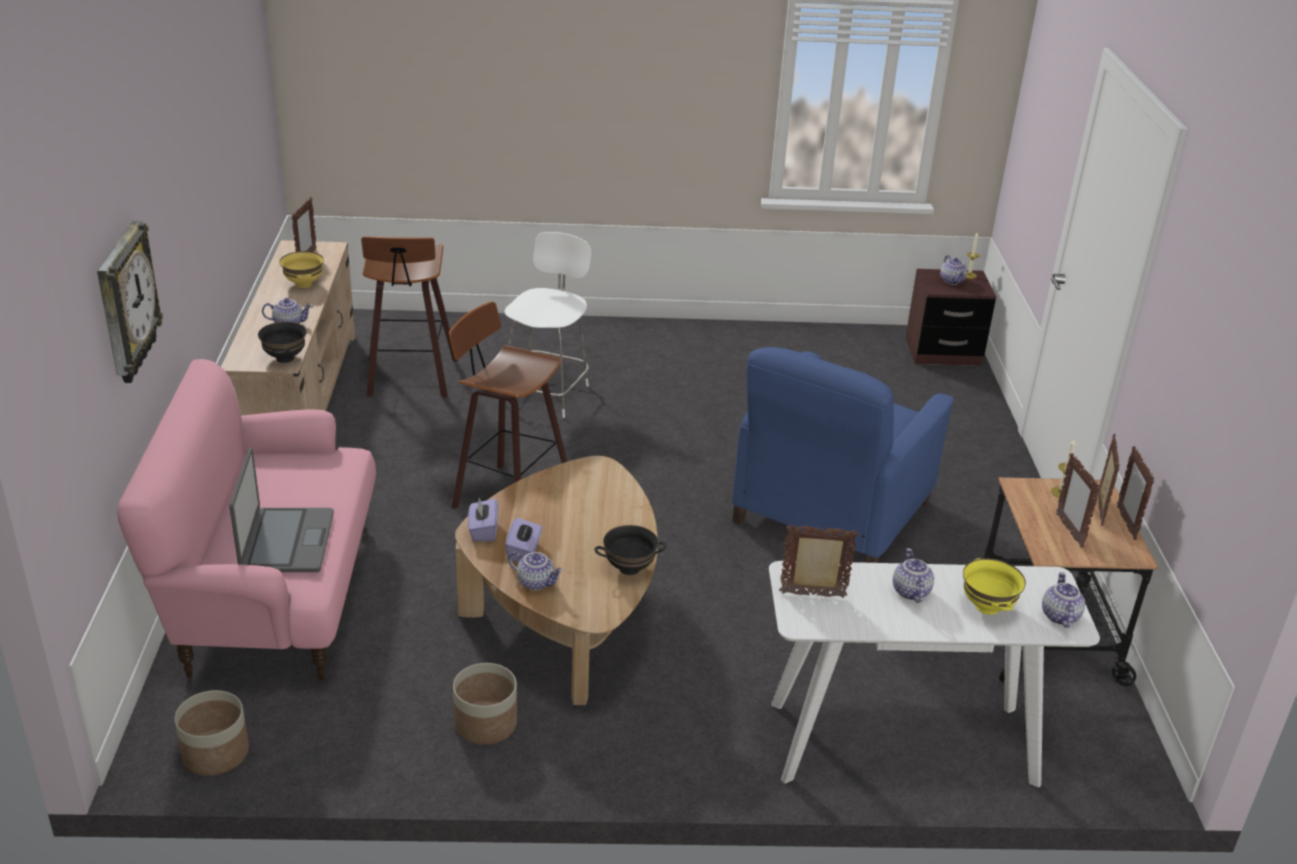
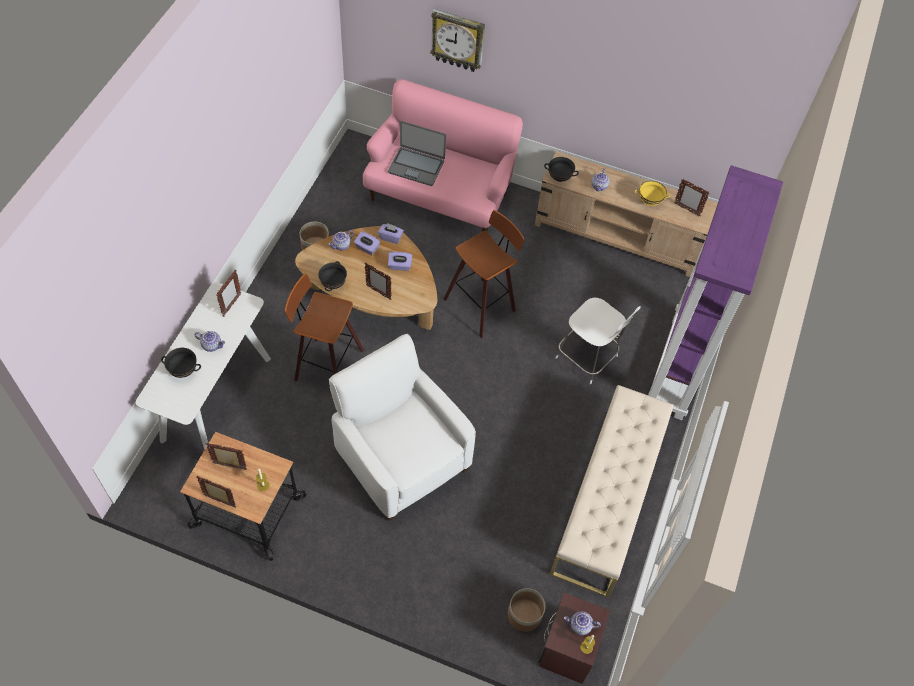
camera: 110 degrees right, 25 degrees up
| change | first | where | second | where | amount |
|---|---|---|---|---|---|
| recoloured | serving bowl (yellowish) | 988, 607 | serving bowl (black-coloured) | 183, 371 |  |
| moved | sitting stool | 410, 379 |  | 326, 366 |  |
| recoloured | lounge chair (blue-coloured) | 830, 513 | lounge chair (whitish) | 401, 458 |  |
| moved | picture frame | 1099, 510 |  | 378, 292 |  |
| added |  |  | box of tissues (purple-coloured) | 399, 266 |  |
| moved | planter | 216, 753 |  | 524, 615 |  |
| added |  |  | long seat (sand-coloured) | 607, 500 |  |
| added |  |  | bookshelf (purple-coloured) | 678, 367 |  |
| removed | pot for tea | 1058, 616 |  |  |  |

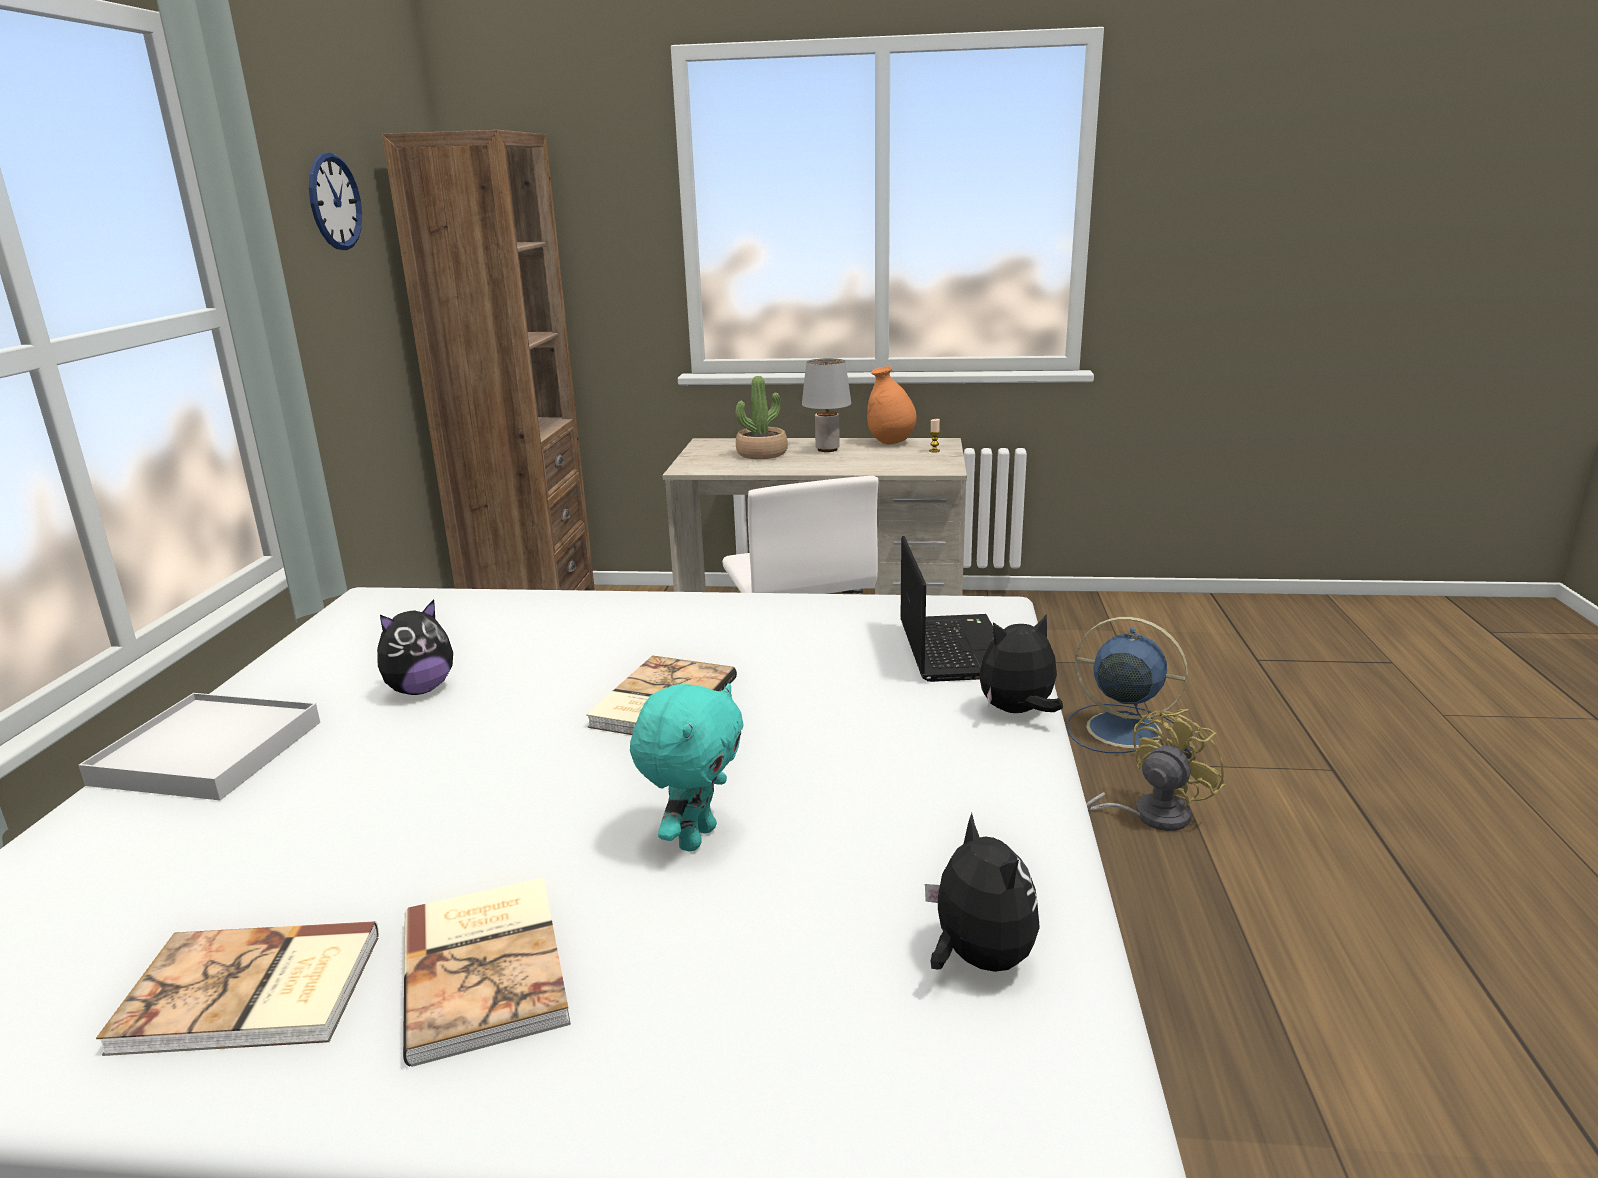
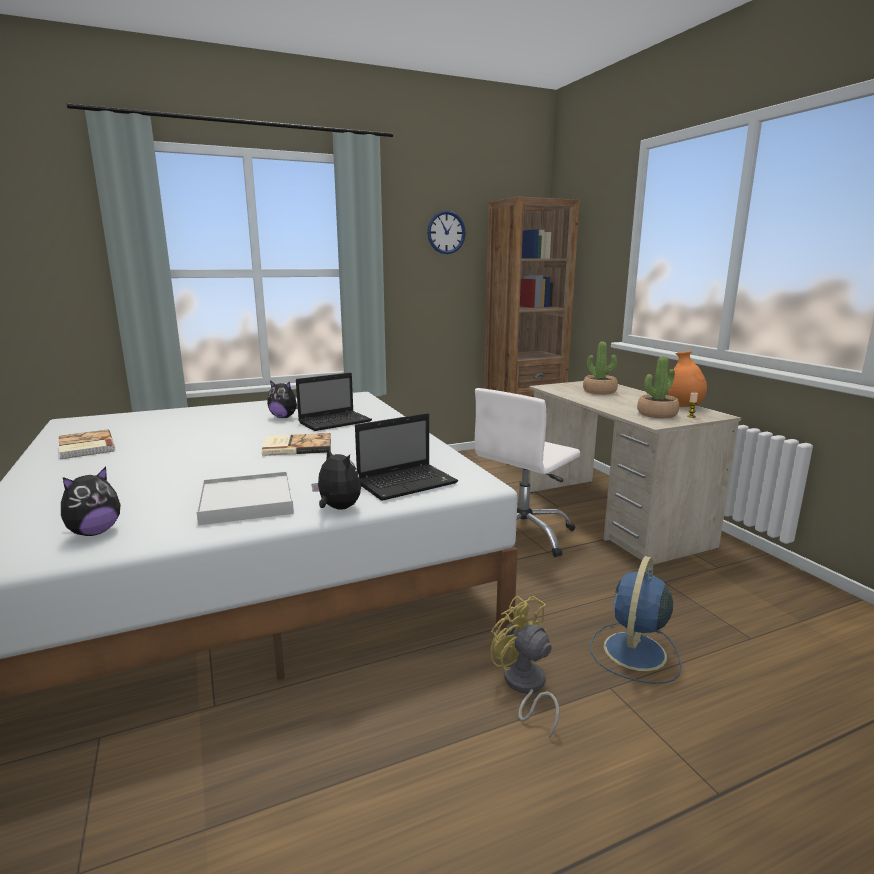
camera: 60 degrees right, 5 degrees down
| change | first | where | second | where | amount |
|---|---|---|---|---|---|
| moved | carrying tray (whitish) | 208, 752 |  | 247, 502 |  |
| added |  |  | laptop | 336, 422 |  |
| turned | fan (yellowish) | 1149, 815 |  | 524, 687 | 150 degrees counterclockwise |
| turned | fan (blue-coloured) | 1120, 729 |  | 634, 653 | 150 degrees counterclockwise |
| added |  |  | potted plant | 657, 414 |  |
| removed | volume | 488, 968 |  |  |  |
| removed | soft toy (turquoise-coloured) | 695, 837 |  |  |  |
| removed | lamp for a table (greyish) | 826, 449 |  |  |  |

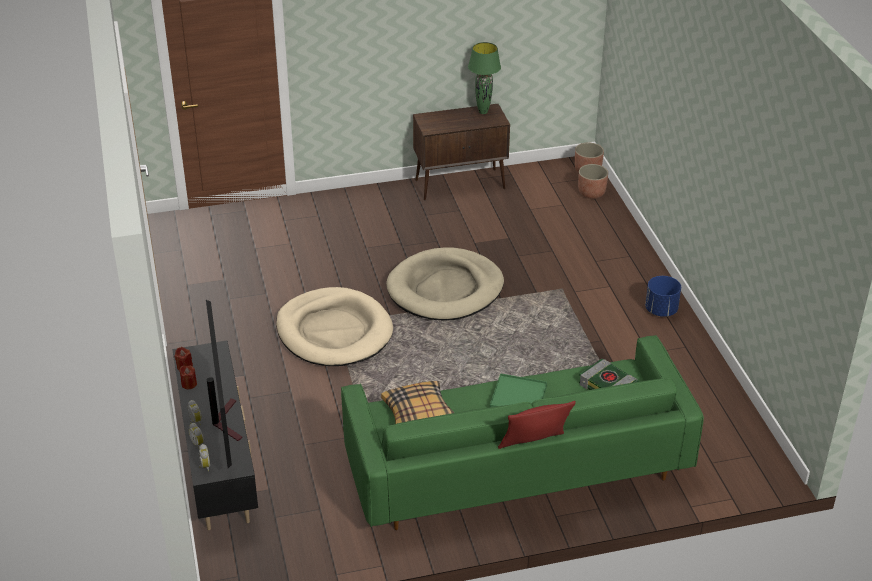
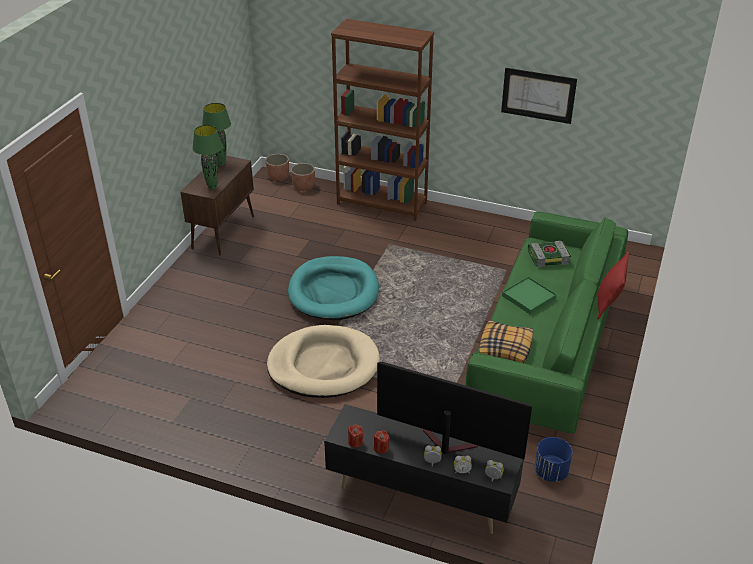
camera: 55 degrees left, 0 degrees up
| change | first | where | second | where | amount |
|---|---|---|---|---|---|
| added |  |  | lamp for a table (green) | 212, 187 |  |
| recoloured | pet bed (sand-coloured) | 445, 289 | pet bed (turquoise-coloured) | 333, 292 |  |
| added |  |  | bookshelf (brown-coloured) | 382, 203 |  |
| added |  |  | wall art | 538, 95 |  |
| moved | planter (blue-coloured) | 661, 310 |  | 551, 472 |  |

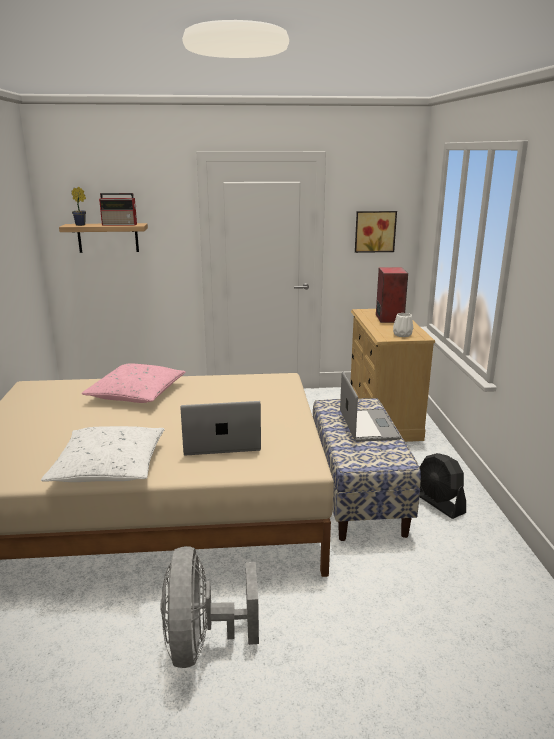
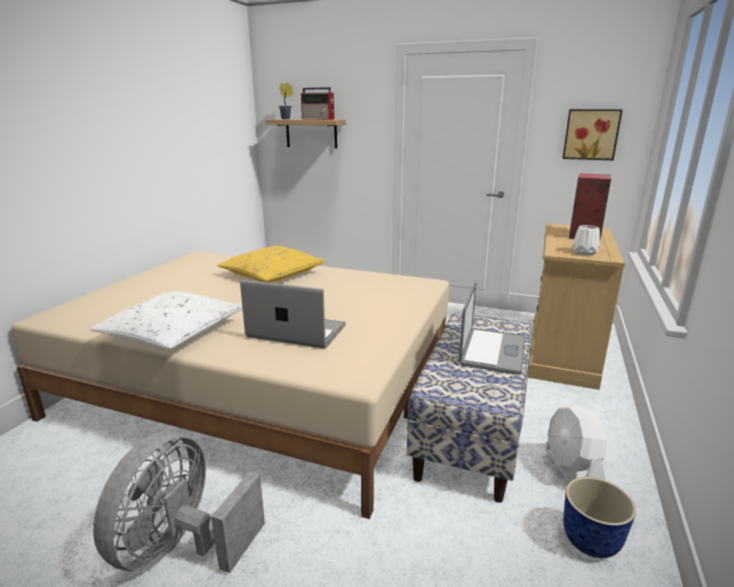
camera: 25 degrees right, 0 degrees up
| change | first | where | second | where | amount |
|---|---|---|---|---|---|
| recoloured | cushion (pinkish) | 136, 393 | cushion (yellowish) | 272, 274 |  |
| recoloured | fan (black-coloured) | 439, 503 | fan (whitish) | 572, 471 |  |
| added |  |  | planter | 591, 541 |  |

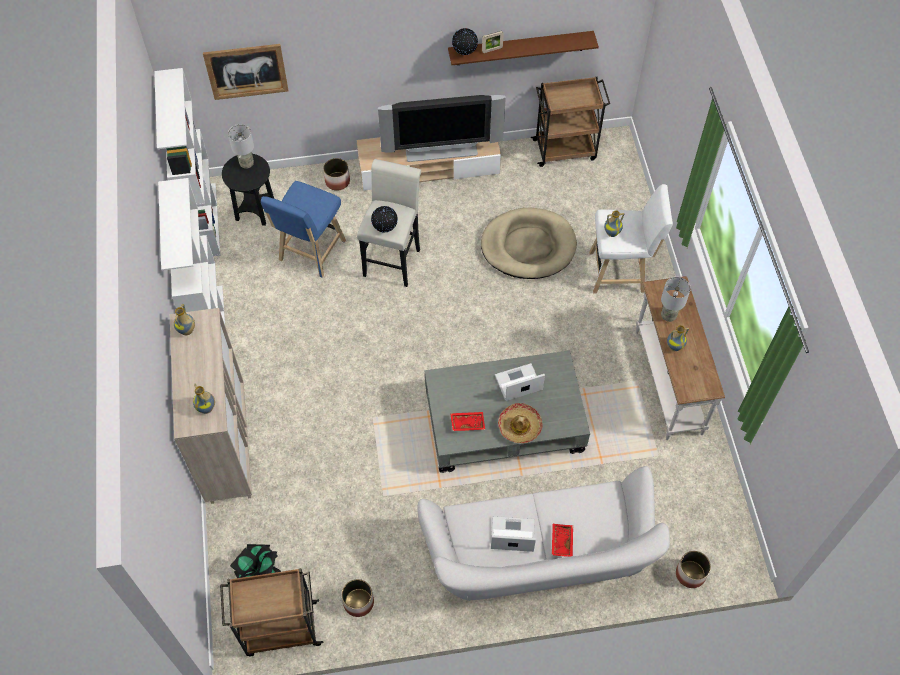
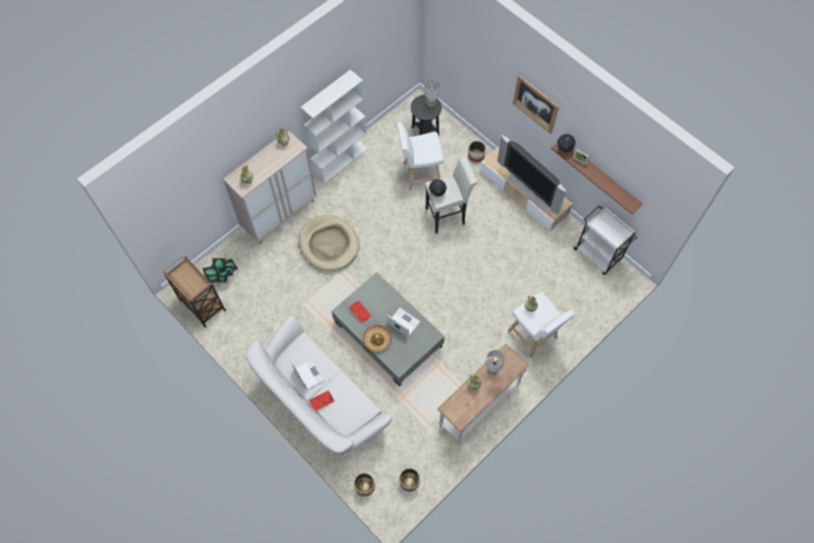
camera: 55 degrees right, 5 degrees up
| change | first | where | second | where | amount |
|---|---|---|---|---|---|
| moved | pet bed (sand-coloured) | 528, 246 |  | 329, 244 |  |
| recoloured | sitting stool (blue-coloured) | 310, 253 | sitting stool (whitish) | 419, 174 |  |
| moved | planter | 358, 602 |  | 409, 481 |  |
| moved | wall art | 246, 71 |  | 535, 104 |  |
| recoloured | trolley (brown-coloured) | 565, 149 | trolley (whitish) | 598, 255 |  |
| removed | bookshelf (whitish) | 204, 220 |  |  |  |

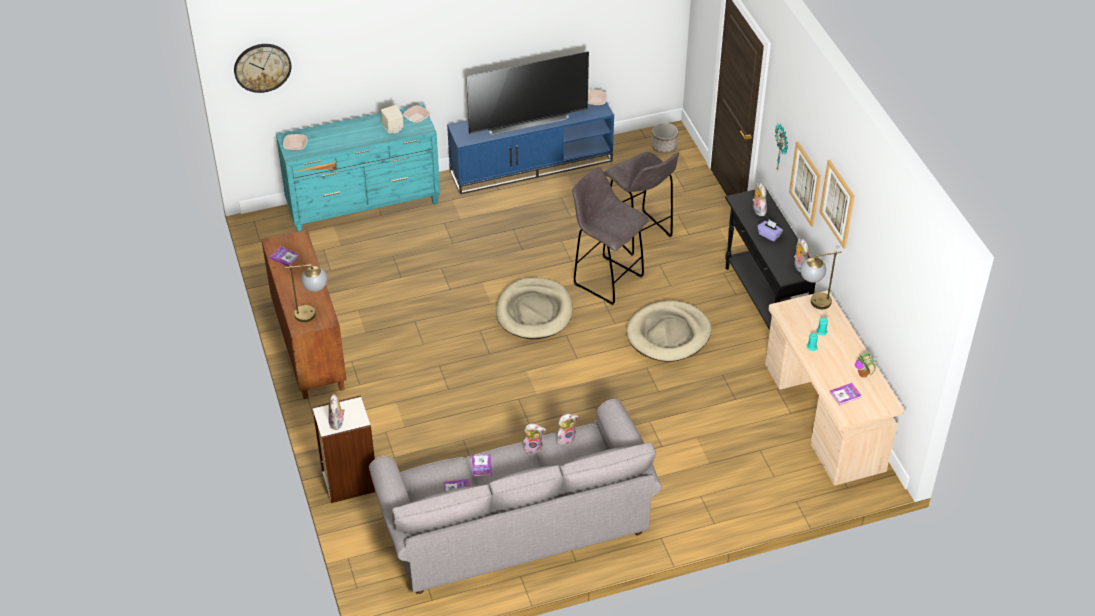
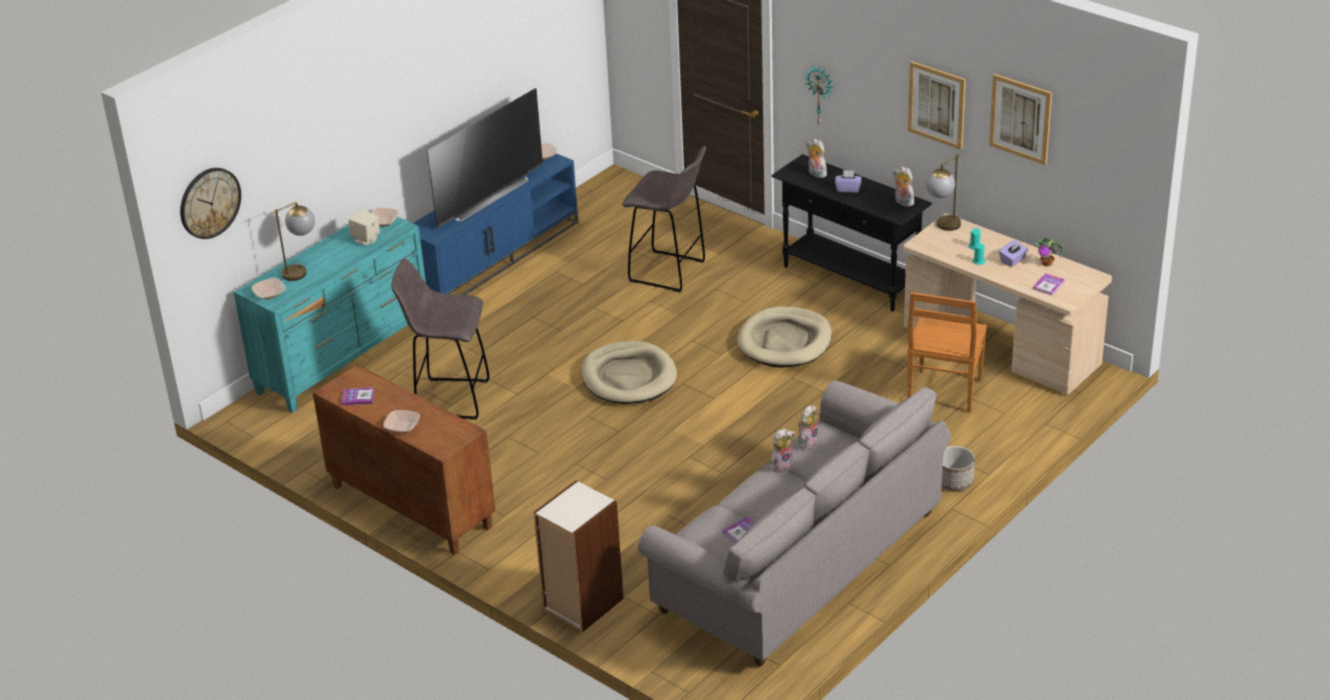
camera: 30 degrees left, 10 degrees down
| change | first | where | second | where | amount |
|---|---|---|---|---|---|
| moved | lamp for a table | 313, 313 |  | 302, 270 |  |
| added |  |  | serving bowl | 402, 426 |  |
| moved | sitting stool (greyish) | 606, 279 |  | 450, 399 |  |
| added |  |  | plain chair (brown-coloured) | 944, 393 |  |
| moved | planter | 664, 147 |  | 954, 481 |  |
| moved | wall art | 805, 183 |  | 1020, 119 |  |
| added |  |  | box of tissues (purple-coloured) | 1013, 260 |  |
| removed | soft toy | 337, 423 |  |  |  |
| removed | volume | 481, 466 |  |  |  |

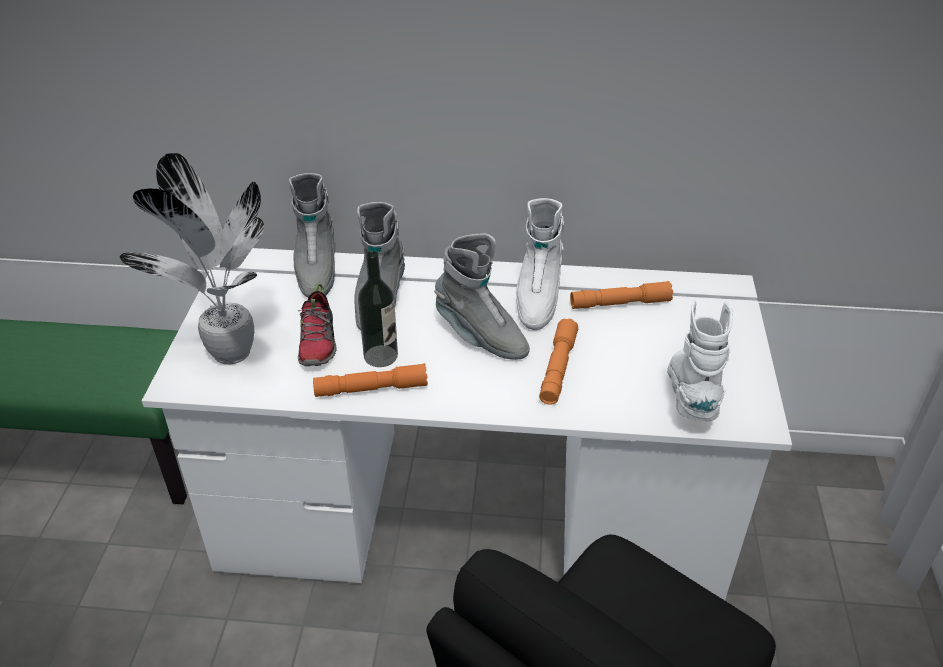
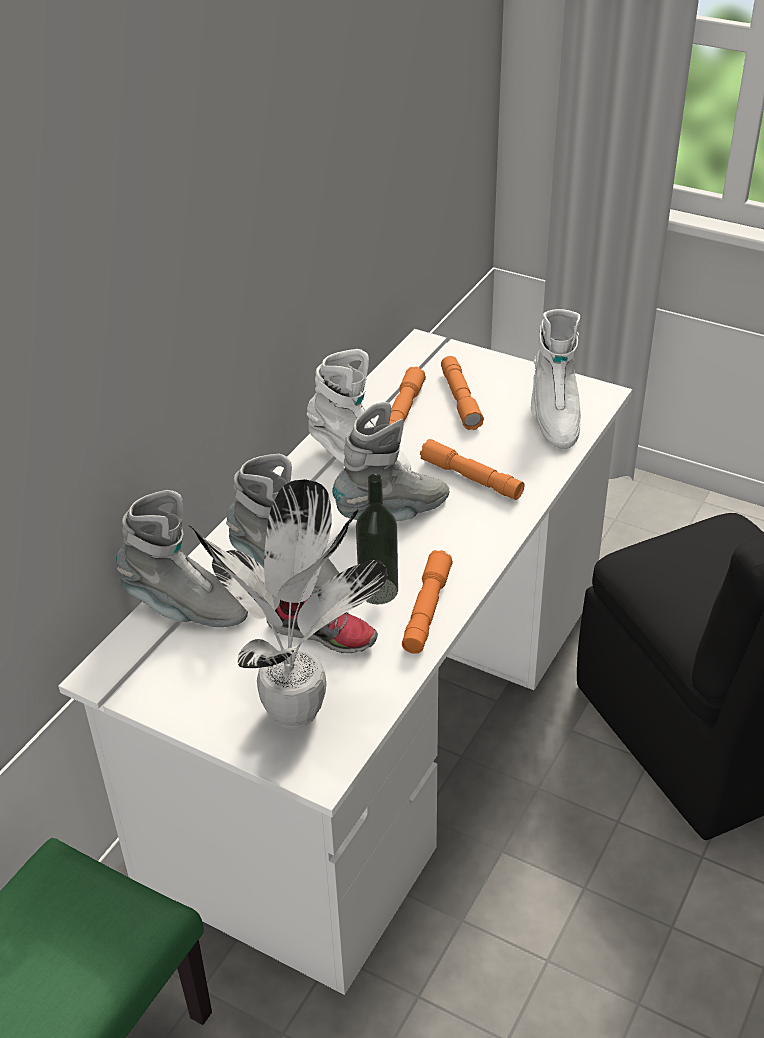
camera: 65 degrees left, 0 degrees up
| change | first | where | second | where | amount |
|---|---|---|---|---|---|
| added |  |  | torch (orange-coloured) | 460, 400 |  |
| turned | high-top boot (whitish) | 691, 398 |  | 553, 417 | 120 degrees counterclockwise |

